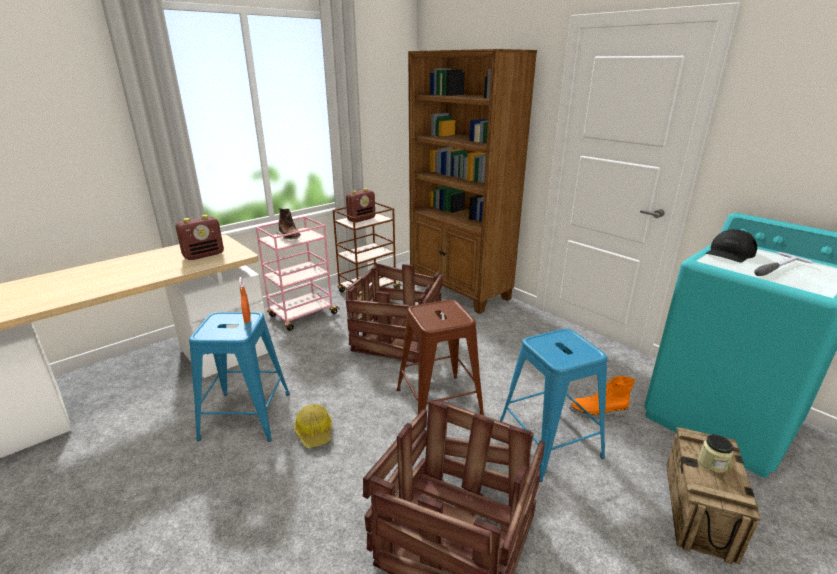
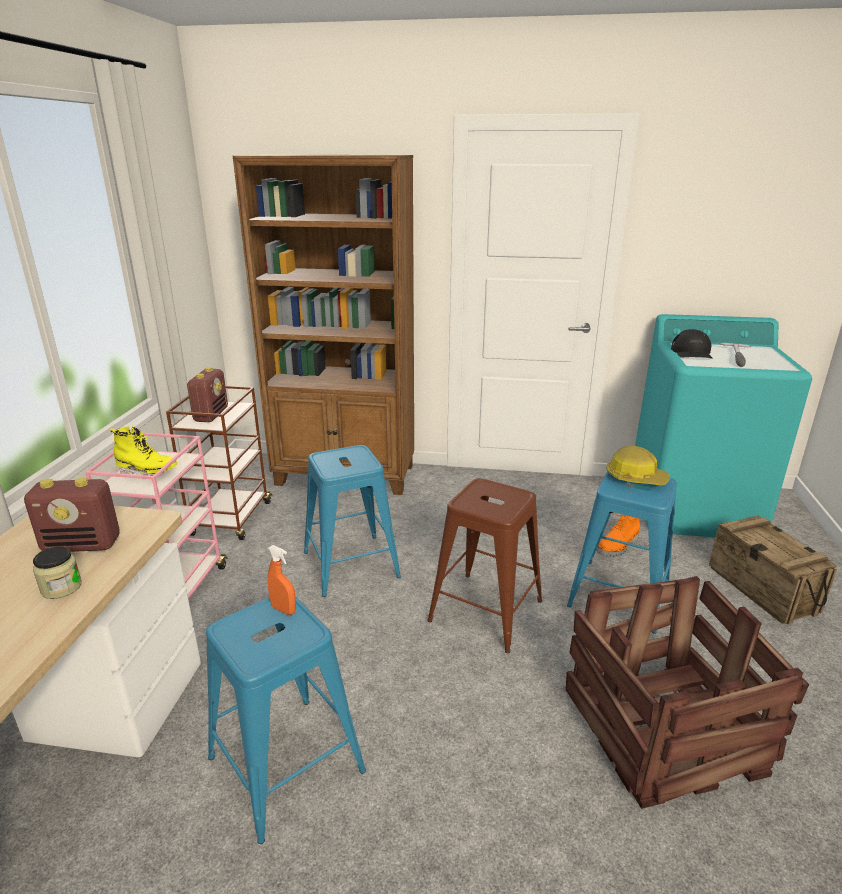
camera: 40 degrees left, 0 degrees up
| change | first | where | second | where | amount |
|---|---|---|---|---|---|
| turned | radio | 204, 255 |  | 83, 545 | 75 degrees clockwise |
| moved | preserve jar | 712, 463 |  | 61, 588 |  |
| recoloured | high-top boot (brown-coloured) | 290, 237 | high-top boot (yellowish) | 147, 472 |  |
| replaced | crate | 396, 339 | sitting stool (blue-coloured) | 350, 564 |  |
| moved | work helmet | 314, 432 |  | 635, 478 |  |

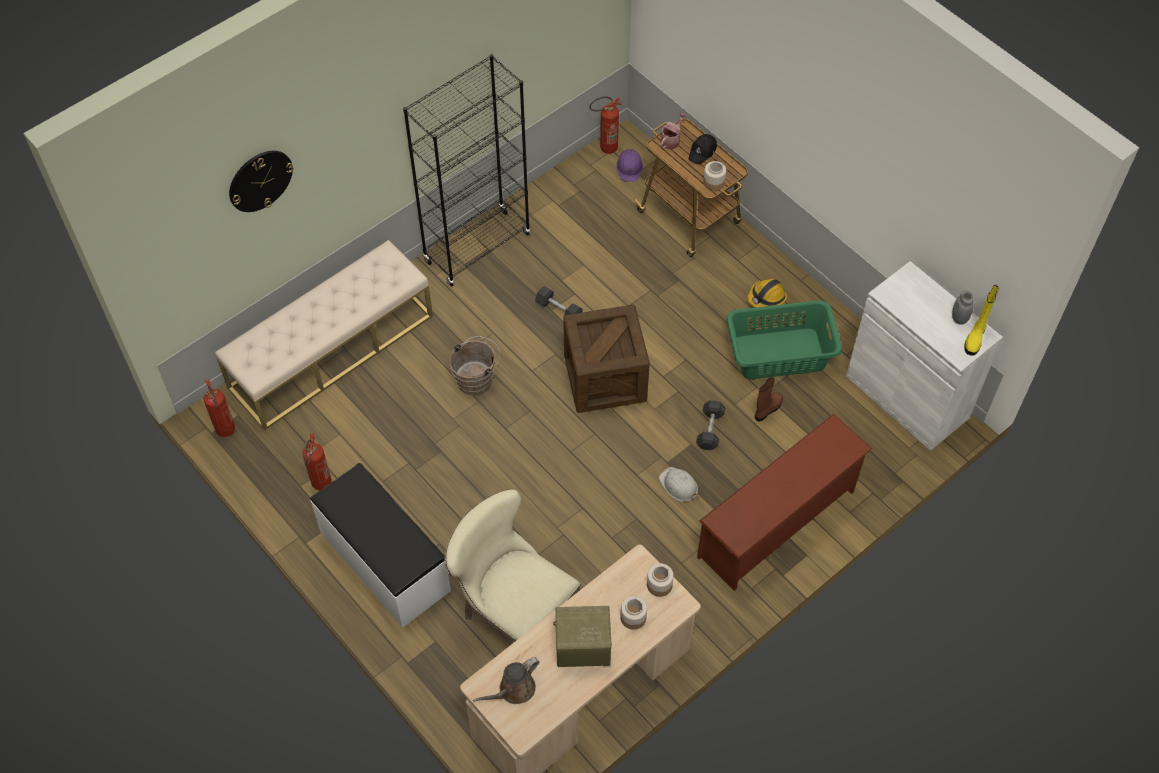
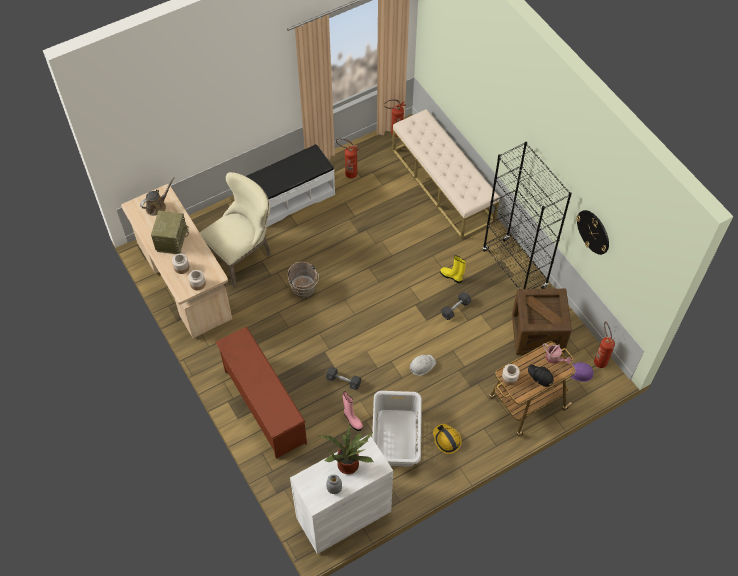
camera: 100 degrees right, 0 degrees up
| change | first | where | second | where | amount |
|---|---|---|---|---|---|
| turned | sprinkling can (brown-coloured) | 513, 690 |  | 157, 206 | 75 degrees clockwise |
| moved | bucket (brown-coloured) | 477, 379 |  | 304, 290 |  |
| added |  |  | potted plant | 349, 462 |  |
| recoloured | high-top boot (brown-coloured) | 767, 409 | high-top boot (pinkish) | 352, 419 |  |
| recoloured | laundry basket (green) | 780, 354 | laundry basket (greyish) | 395, 438 |  |
| moved | work helmet (whitish) | 678, 485 |  | 422, 365 |  |
| moved | high-top boot (yellowish) | 975, 338 |  | 452, 276 |  |
| moved | crate | 605, 378 |  | 537, 334 |  |
| moved | clock on the wall | 260, 180 |  | 593, 232 |  |

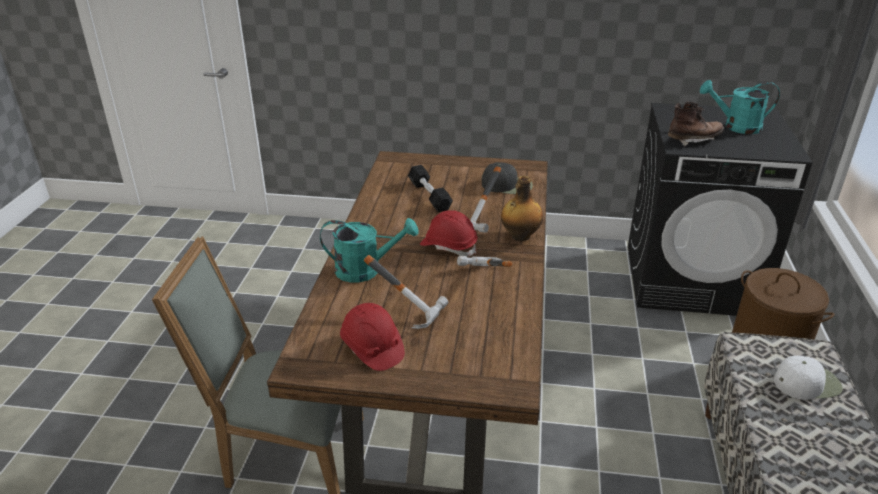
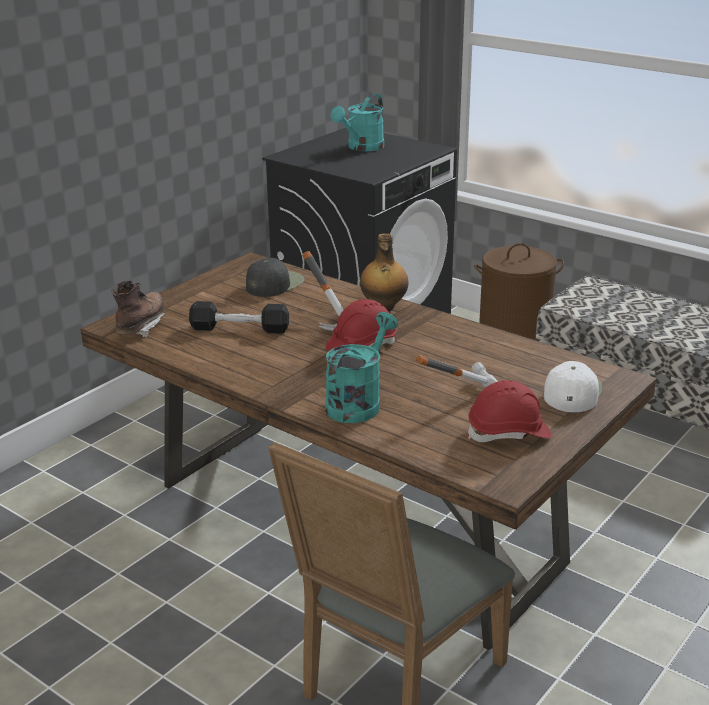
camera: 60 degrees left, 5 degrees down
| change | first | where | second | where | amount |
|---|---|---|---|---|---|
| moved | high-top boot (brown-coloured) | 693, 140 |  | 141, 326 |  |
| moved | baseball cap (whitish) | 806, 382 |  | 571, 392 |  |
| removed | tool hammer | 482, 283 |  |  |  |

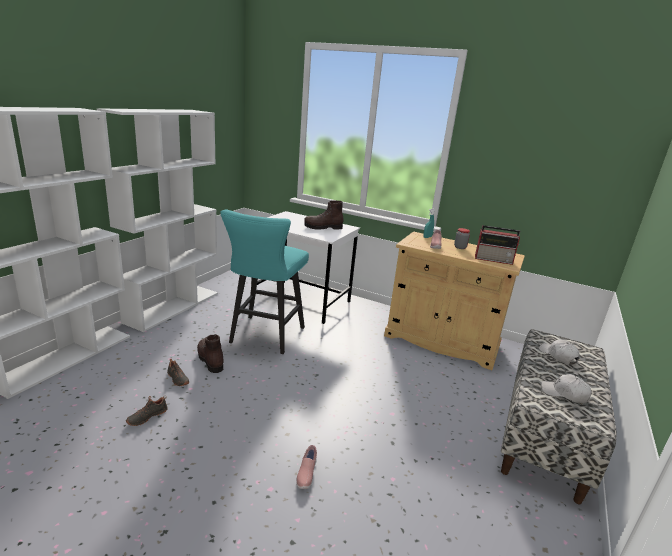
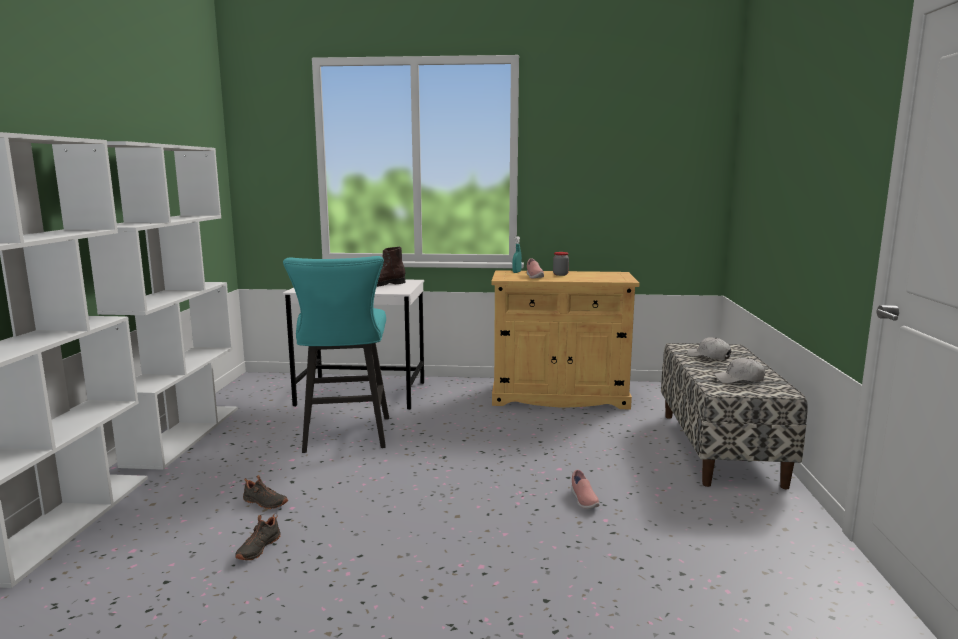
camera: 20 degrees left, 10 degrees down
| change | first | where | second | where | amount |
|---|---|---|---|---|---|
| moved | item of footwear (pinkish) | 306, 474 |  | 583, 500 |  |
| removed | high-top boot (brown-coloured) | 210, 360 |  |  |  |
| removed | radio | 494, 260 |  |  |  |

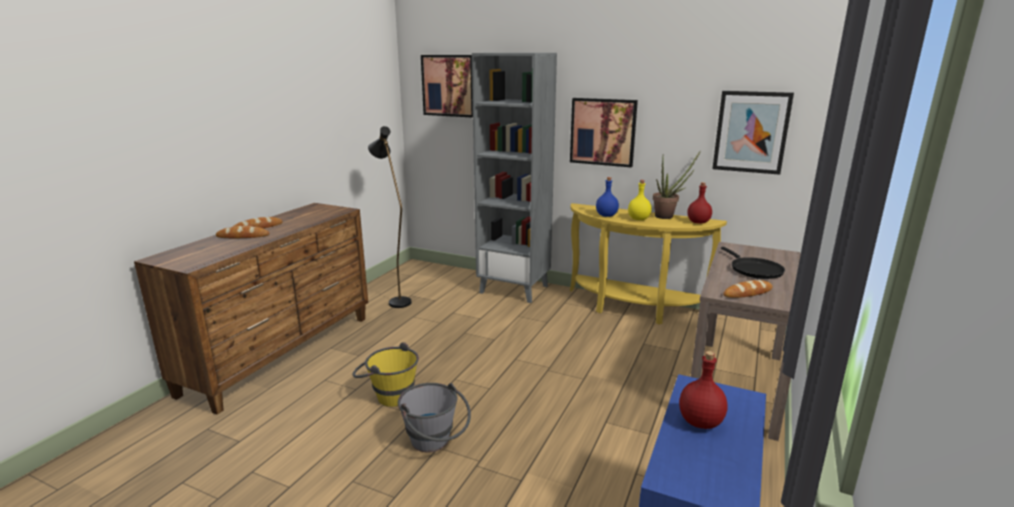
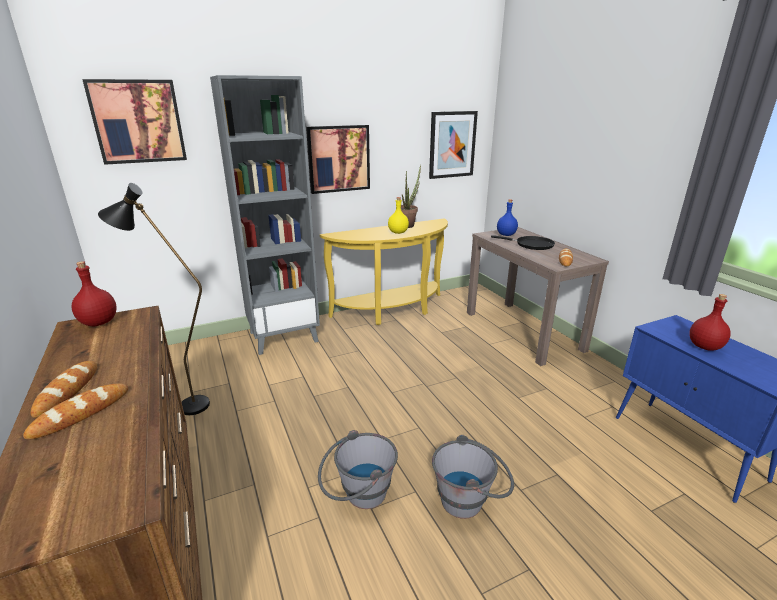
camera: 50 degrees left, 5 degrees up
| change | first | where | second | where | amount |
|---|---|---|---|---|---|
| moved | drink bottle (red-coloured) | 698, 222 |  | 98, 323 |  |
| recoloured | bucket (yellowish) | 388, 395 | bucket (greyish) | 358, 496 |  |
| moved | drink bottle (blue-coloured) | 606, 216 |  | 506, 235 |  |

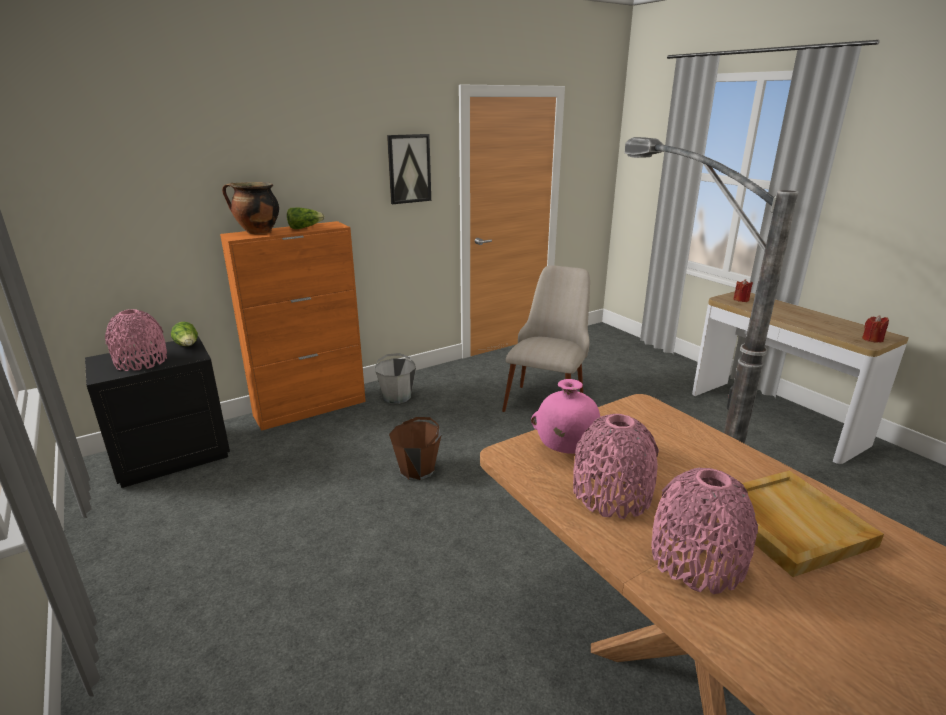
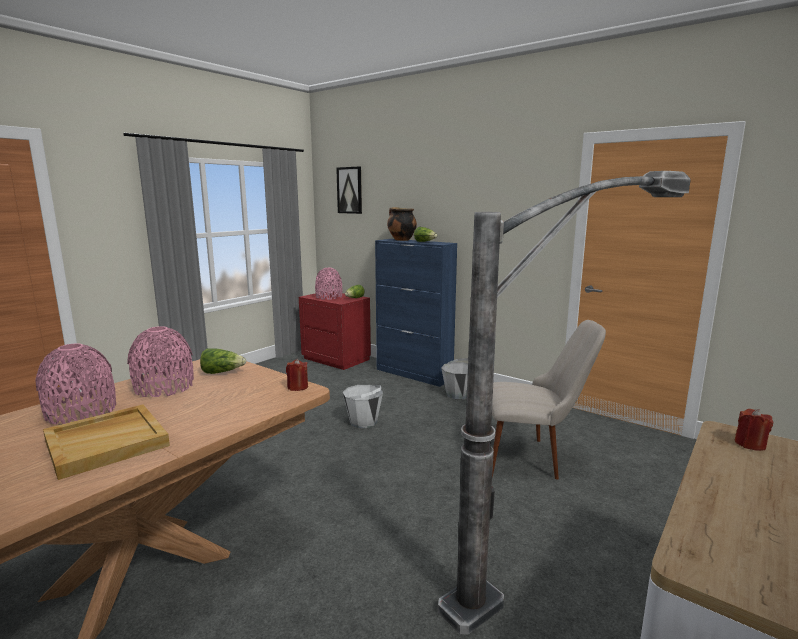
camera: 70 degrees right, 10 degrees down
| change | first | where | second | where | amount |
|---|---|---|---|---|---|
| replaced | vase (pinkish) | 565, 451 | lettuce | 222, 372 |  |
| moved | wax light (red-coloured) | 872, 339 |  | 297, 387 |  |
| recoloured | nightstand (black-coloured) | 172, 455 | nightstand (red-coloured) | 337, 359 |  |
| moved | wall art | 409, 169 |  | 350, 190 |  |
| recoloured | bucket (brown-coloured) | 417, 469 | bucket (whitish) | 363, 422 |  |
| recoloured | cupboard (orange-coloured) | 311, 408 | cupboard (blue-coloured) | 414, 374 |  |

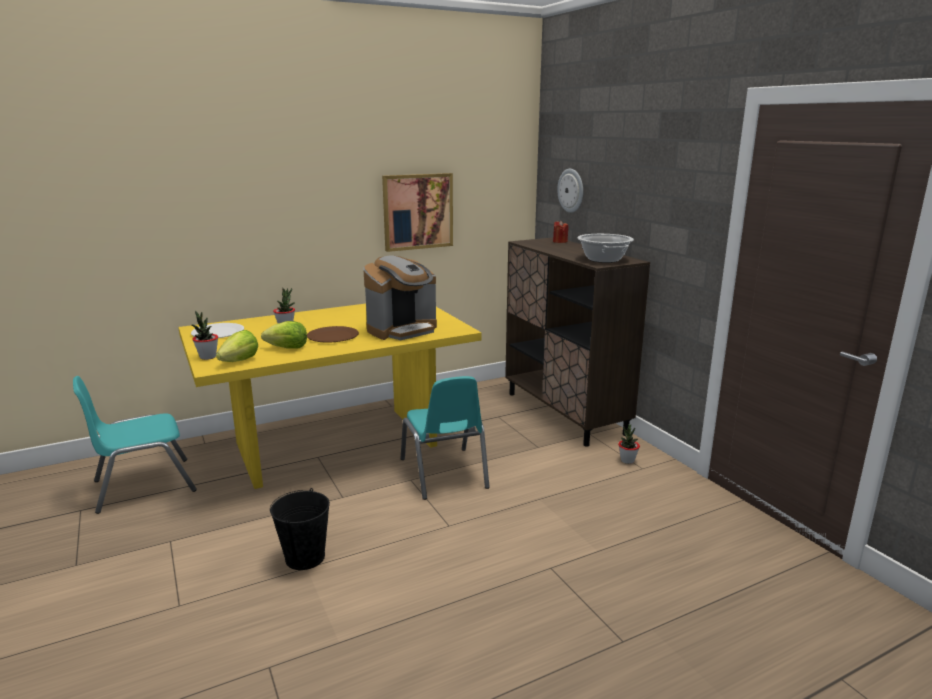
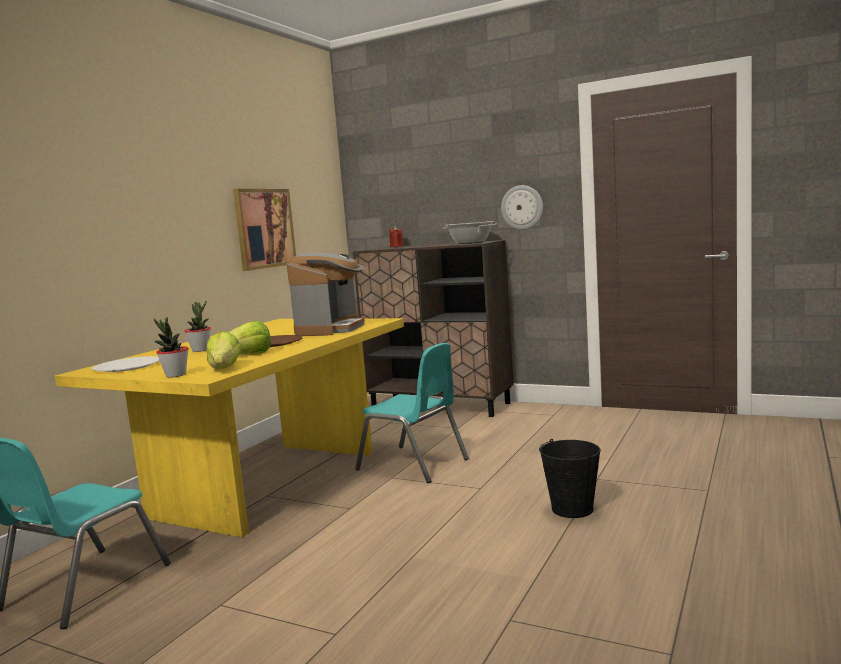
camera: 35 degrees left, 10 degrees down
| change | first | where | second | where | amount |
|---|---|---|---|---|---|
| moved | clock on the wall | 571, 190 |  | 522, 207 |  |
| moved | bucket (black-coloured) | 305, 557 |  | 572, 509 |  |
| removed | potted plant | 627, 460 |  |  |  |

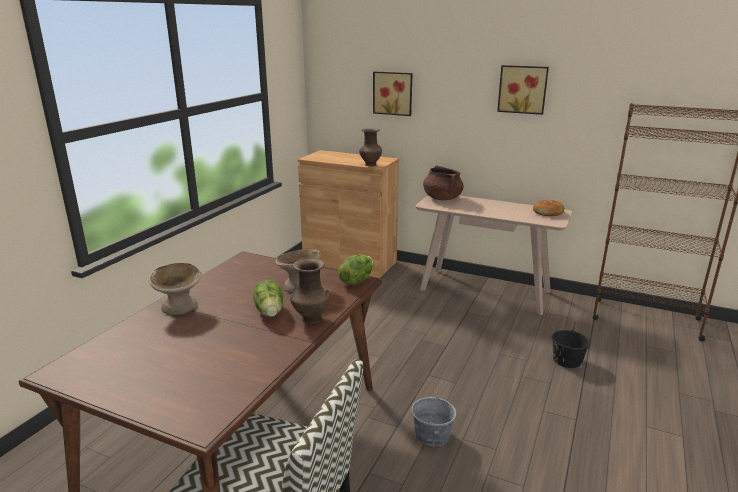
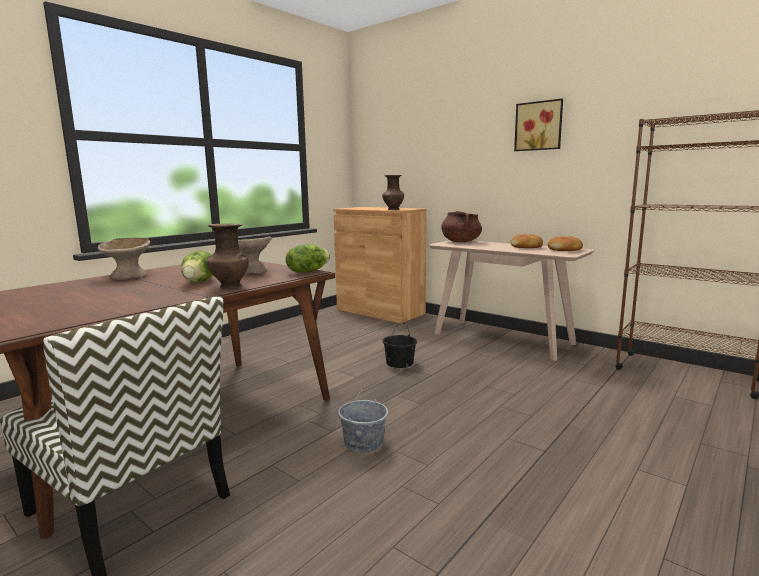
camera: 15 degrees right, 10 degrees down
| change | first | where | second | where | amount |
|---|---|---|---|---|---|
| moved | bucket (black-coloured) | 567, 360 |  | 400, 363 |  |
| added |  |  | bakery bread | 526, 247 |  |
| removed | wall art | 393, 93 |  |  |  |

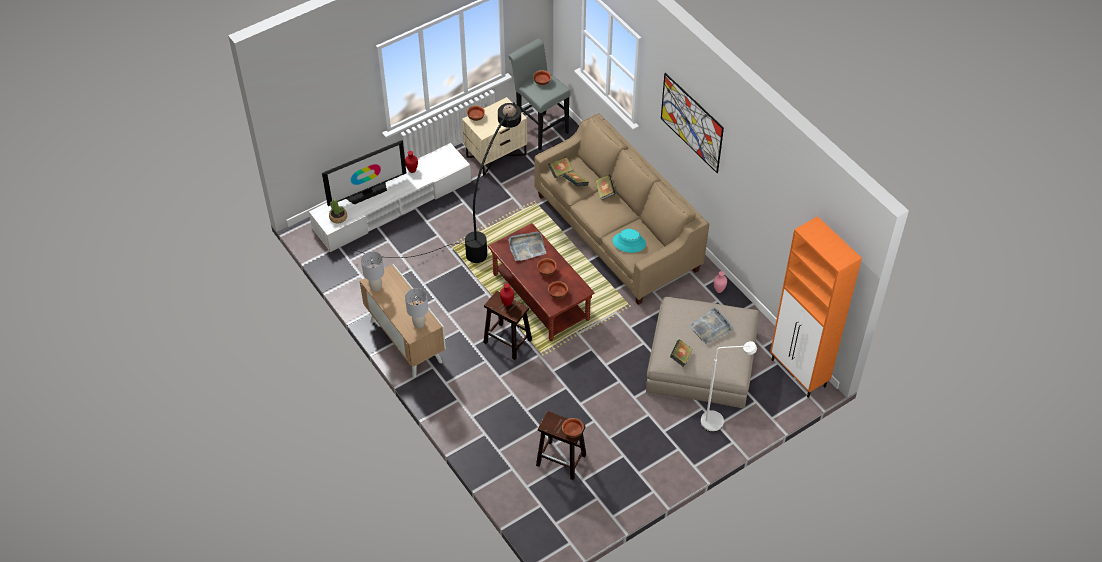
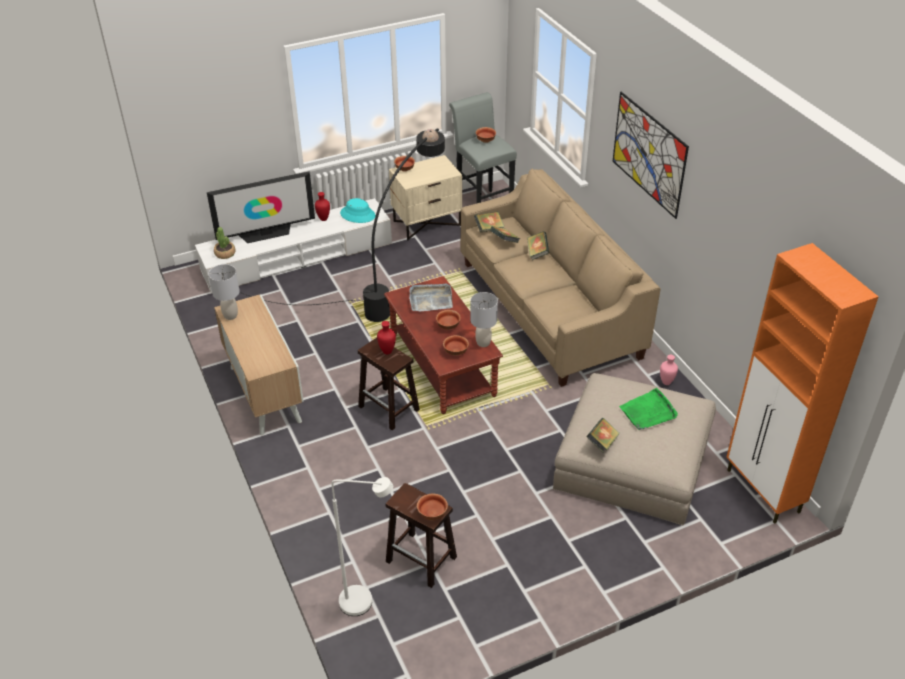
camera: 10 degrees right, 10 degrees down
| change | first | where | second | where | amount |
|---|---|---|---|---|---|
| moved | floor lamp (whitish) | 718, 421 |  | 365, 602 |  |
| moved | hat (turquoise-coloured) | 629, 242 |  | 357, 214 |  |
| moved | lamp for a table (greyish) | 419, 324 |  | 483, 342 |  |
| recoloured | carrying tray (greyish) | 711, 328 | carrying tray (green) | 648, 412 |  |

